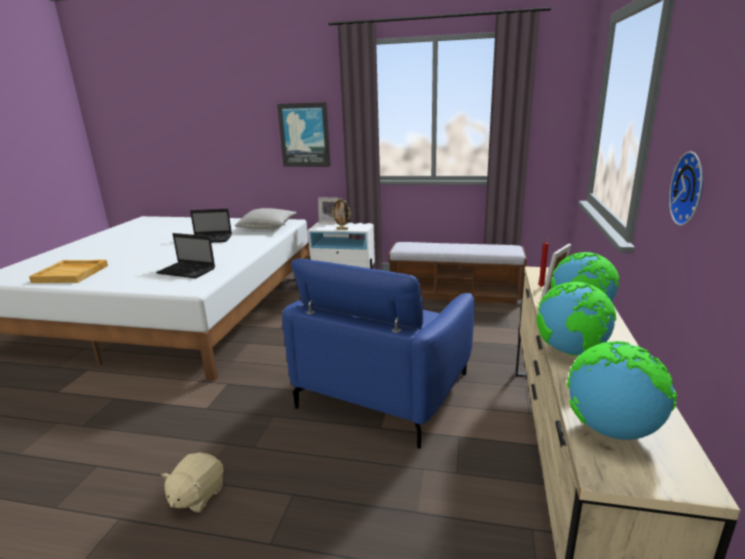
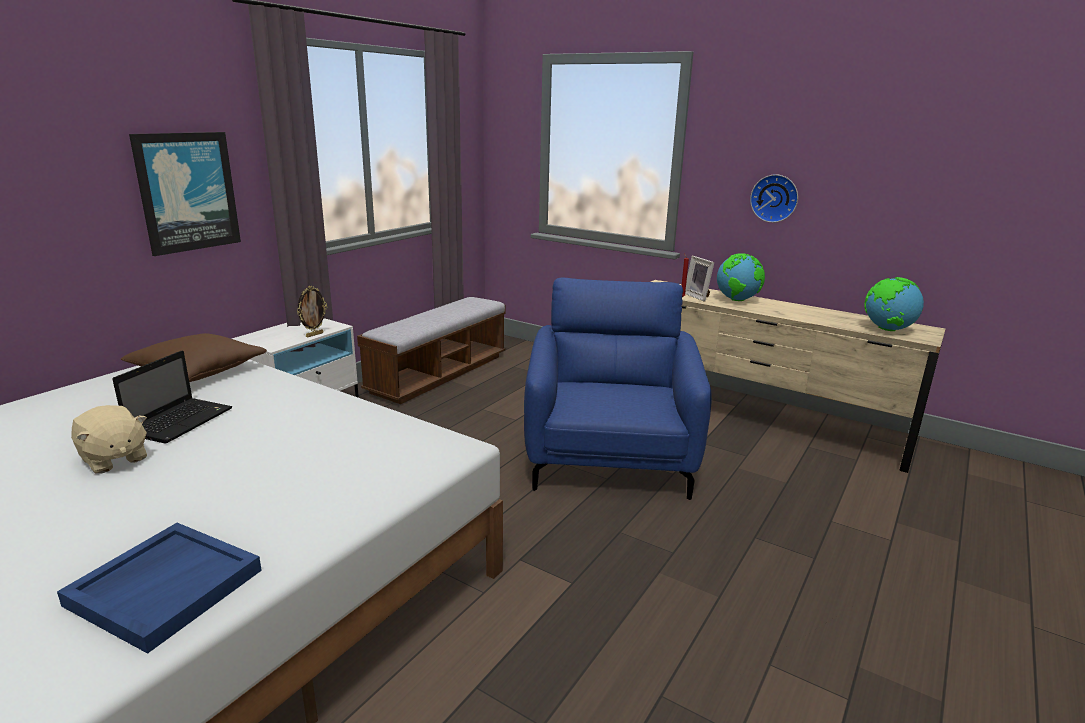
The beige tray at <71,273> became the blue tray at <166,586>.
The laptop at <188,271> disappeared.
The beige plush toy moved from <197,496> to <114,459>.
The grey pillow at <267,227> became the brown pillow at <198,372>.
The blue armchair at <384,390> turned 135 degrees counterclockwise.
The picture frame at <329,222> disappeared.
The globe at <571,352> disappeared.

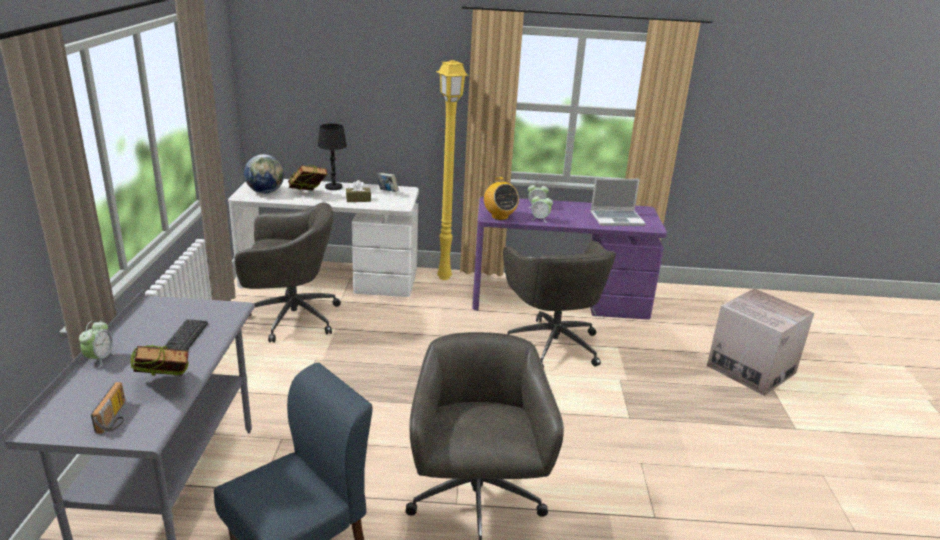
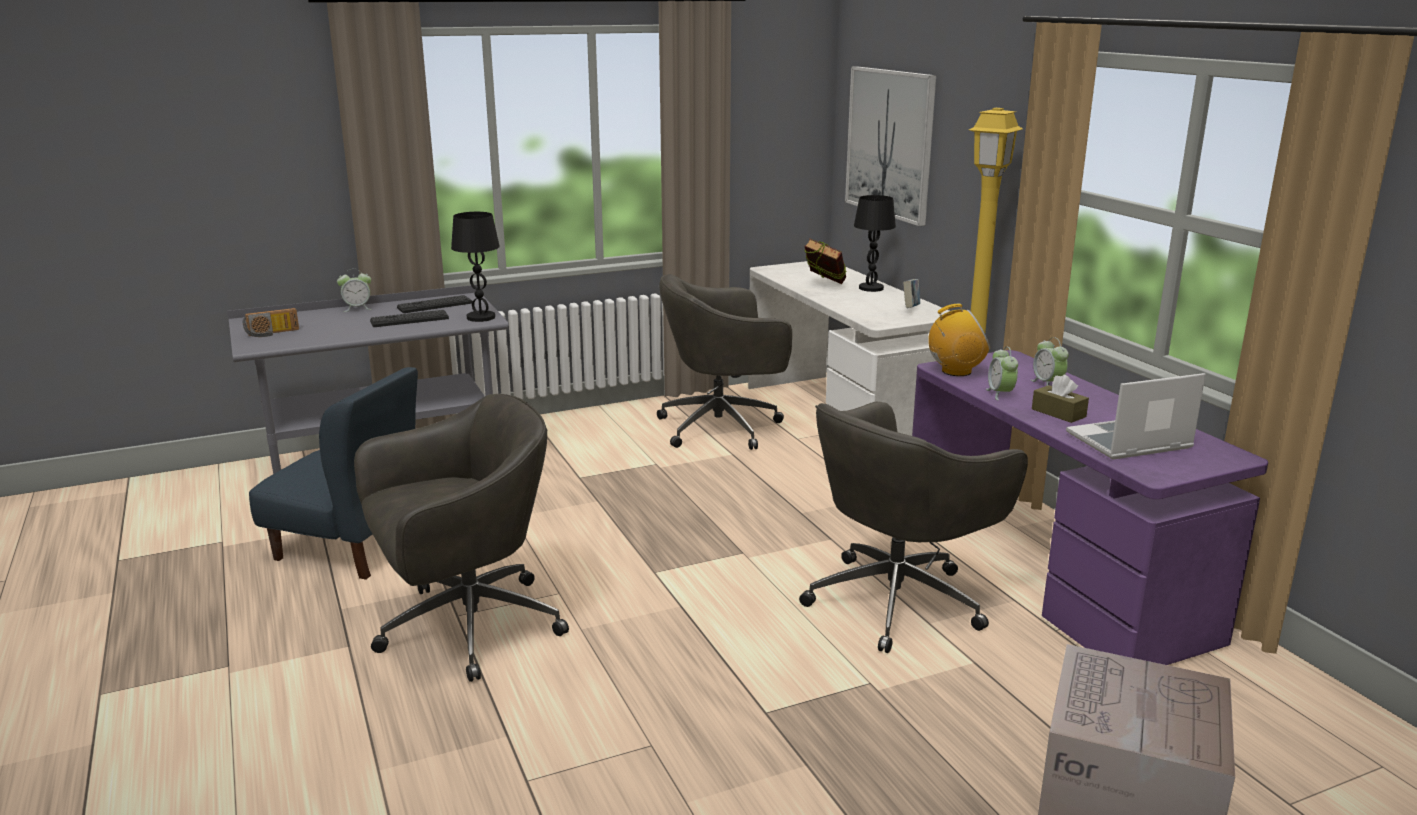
The book at <164,387> disappeared.
The grey office chair at <290,318> turned 105 degrees clockwise.
The globe at <265,192> disappeared.
The brown tissue box moved from <358,199> to <1058,413>.
The radio at <499,216> turned 135 degrees counterclockwise.
The laptop at <617,219> turned 105 degrees clockwise.
The keyboard at <435,305> appeared.
The black table lamp at <480,317> appeared.
The picture at <890,143> appeared.

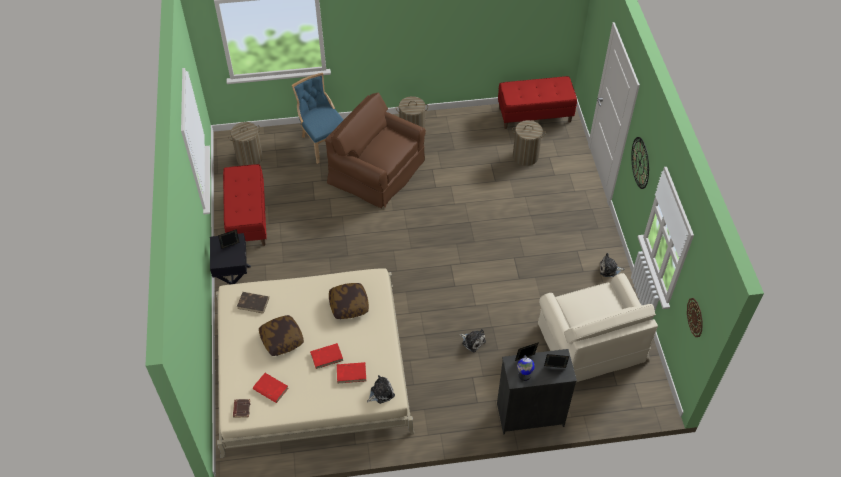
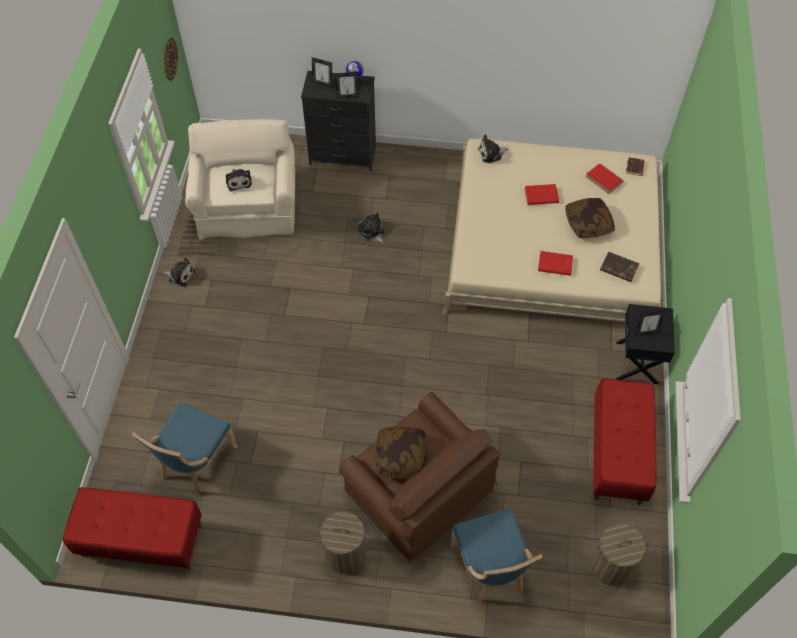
The pillow moved from <349,305> to <401,457>.
The red book moved from <351,373> to <554,265>.
The laundry basket at <525,156> was replaced by the blue chair at <195,463>.
The wall clock at <640,162> disappeared.
The plush toy at <238,181> appeared.

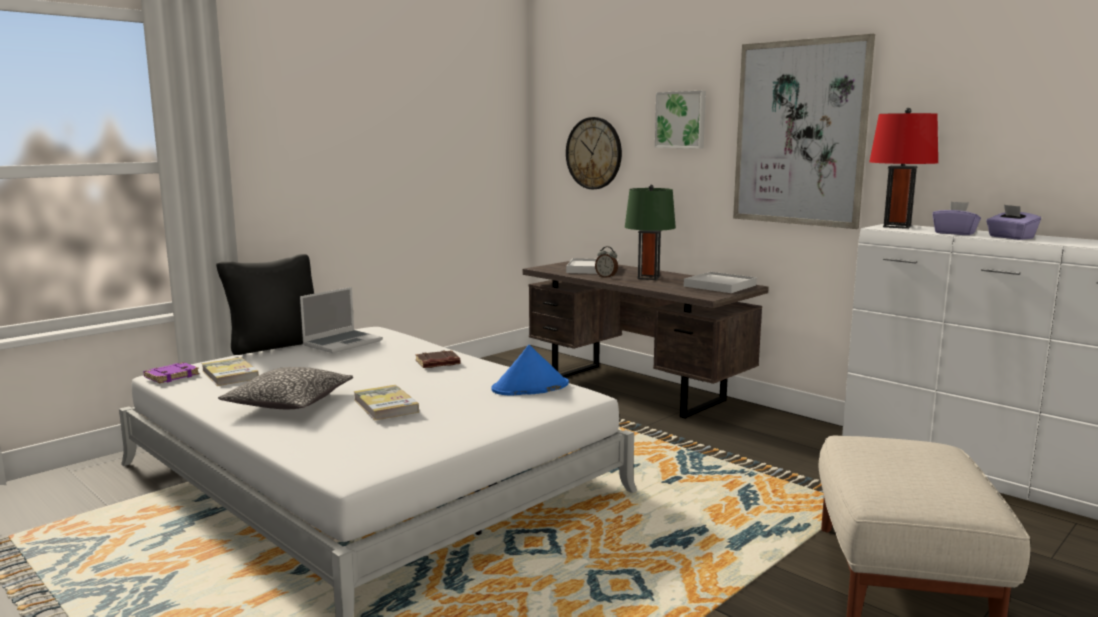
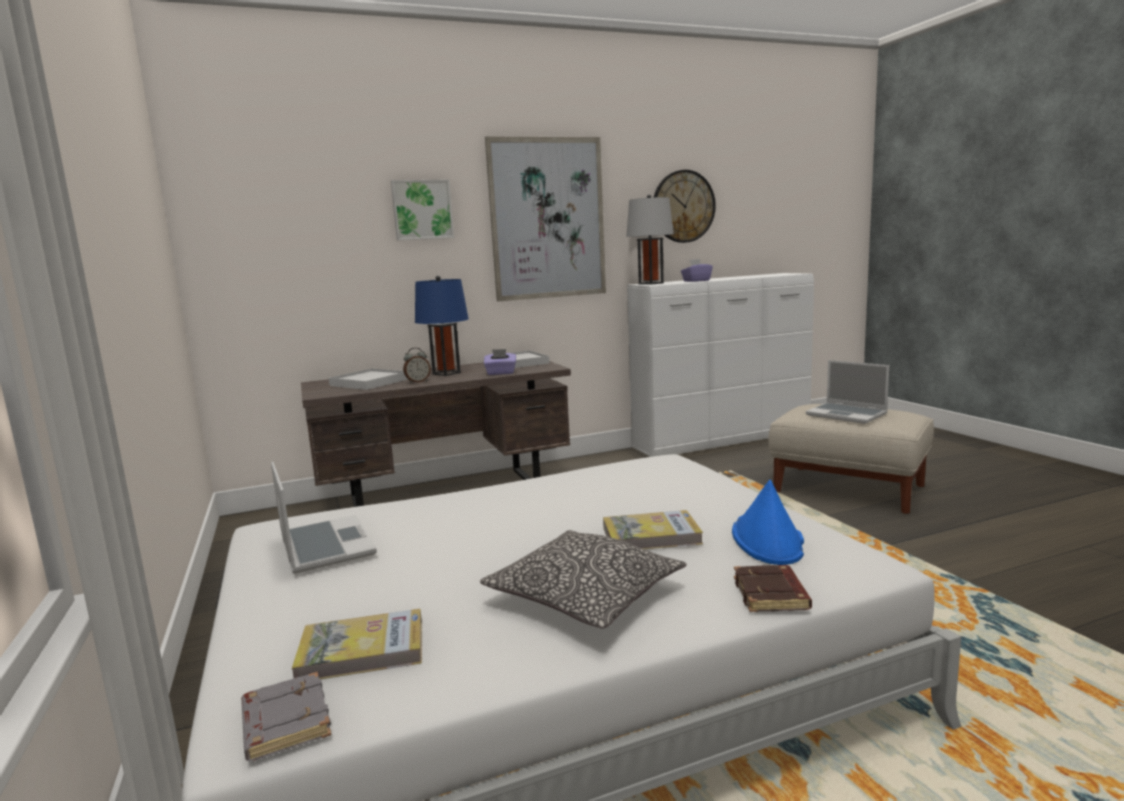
The purple book at <171,376> became the grey book at <284,722>.
The black pillow at <276,345> disappeared.
The brown book moved from <437,363> to <772,595>.
The blue hat moved from <530,387> to <767,540>.
The wall clock moved from <594,153> to <683,206>.
The green table lamp at <648,278> became the blue table lamp at <446,373>.
The red table lamp at <897,226> became the grey table lamp at <651,283>.
The purple tissue box moved from <1010,237> to <501,373>.
The laptop at <847,415> appeared.

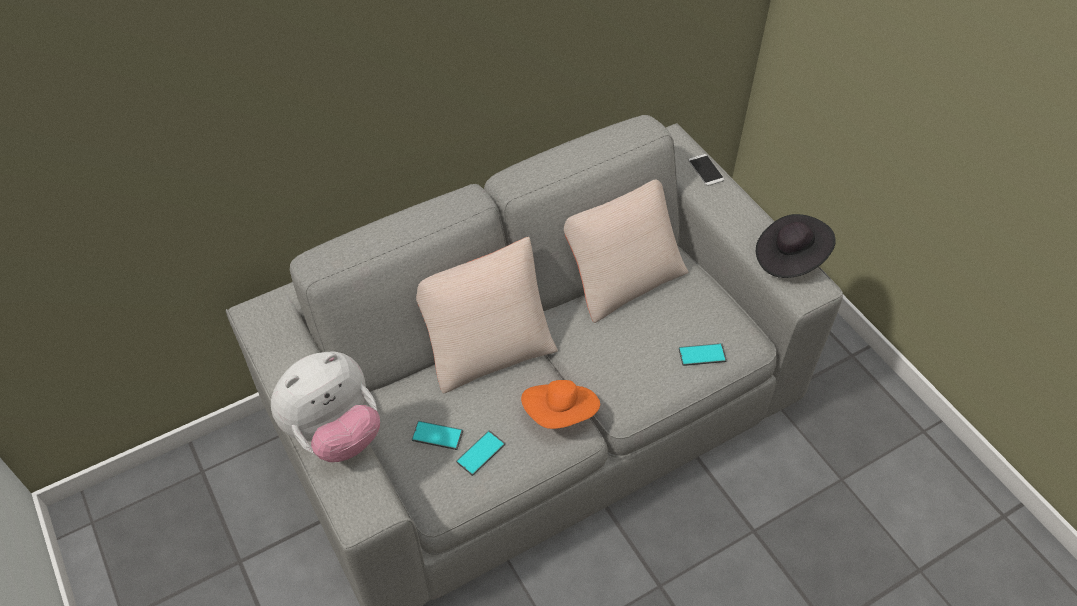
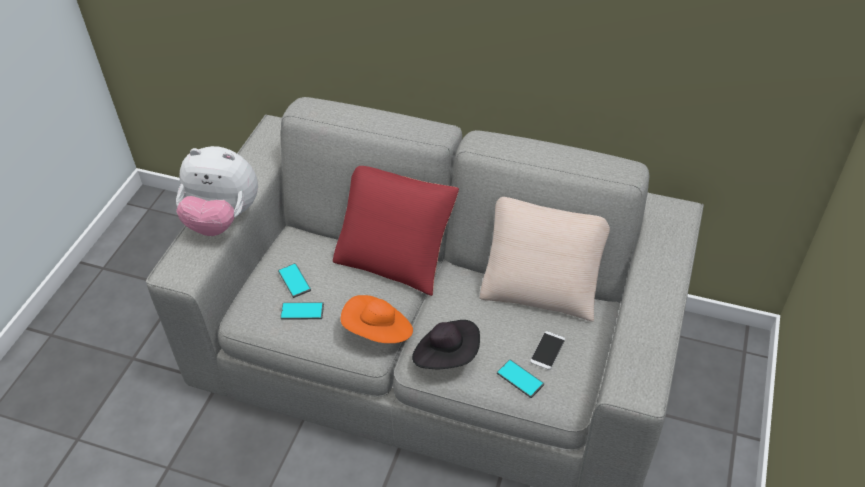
The beige pillow at <487,345> became the red pillow at <395,257>.
The phone moved from <705,170> to <547,350>.
The black hat moved from <790,258> to <447,356>.

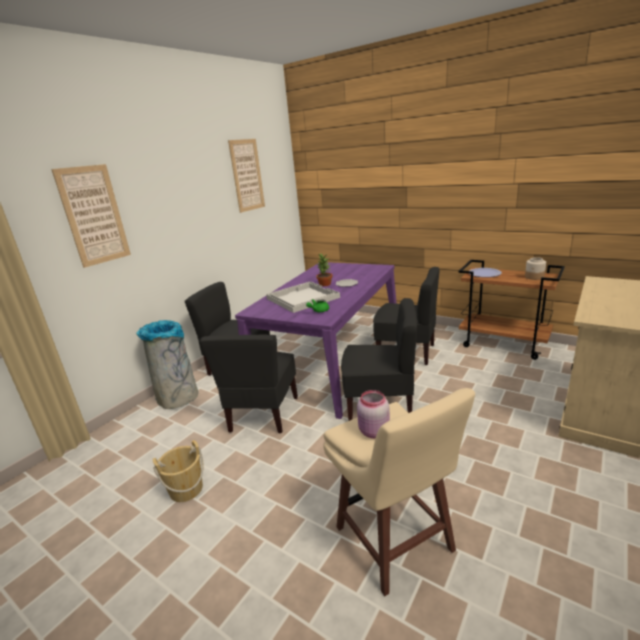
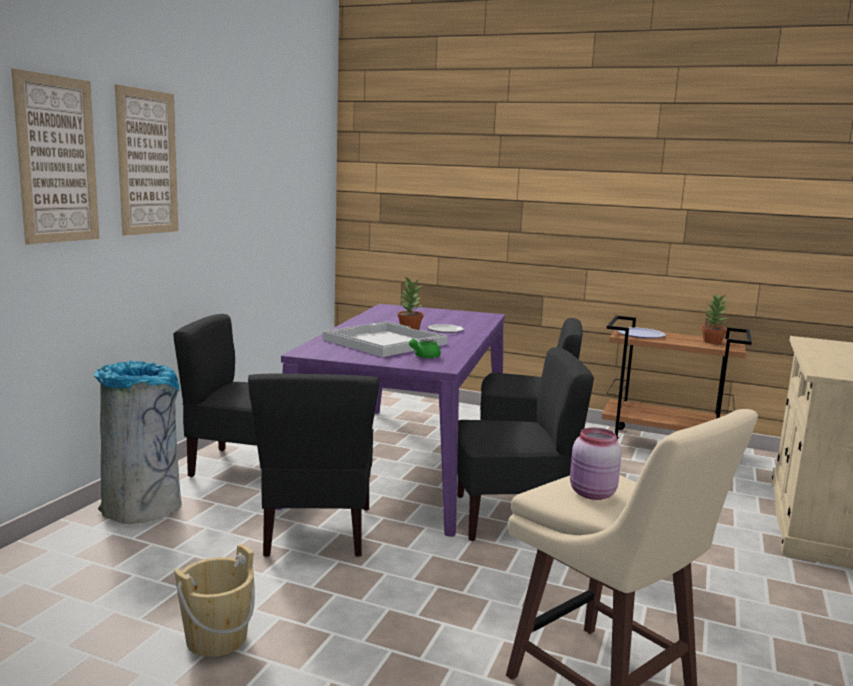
The picture moved from <247,175> to <147,162>.
The jar at <534,277> was replaced by the potted plant at <712,342>.

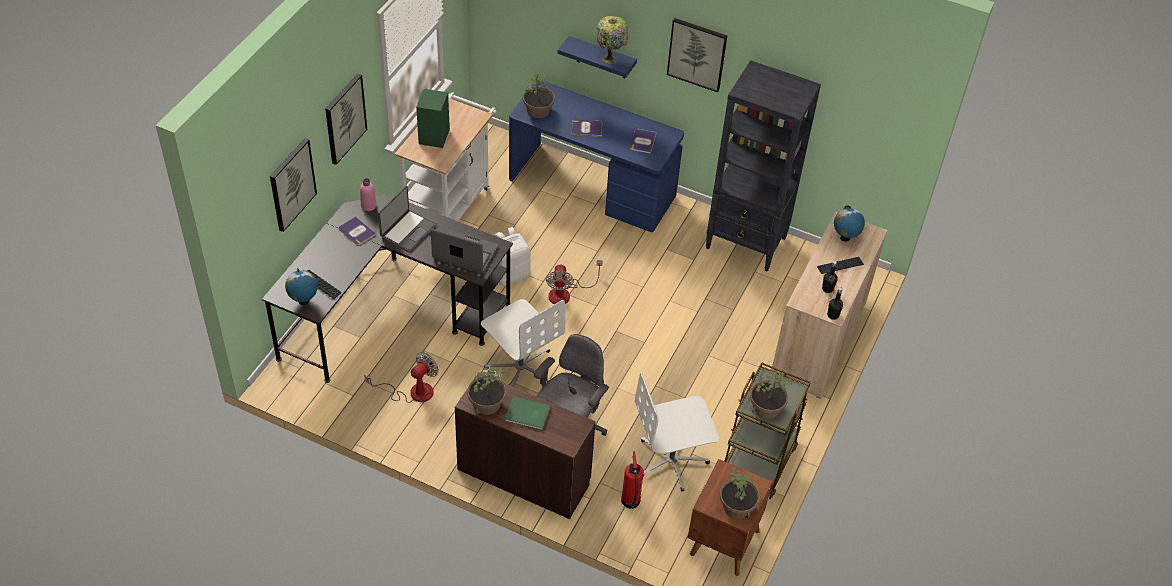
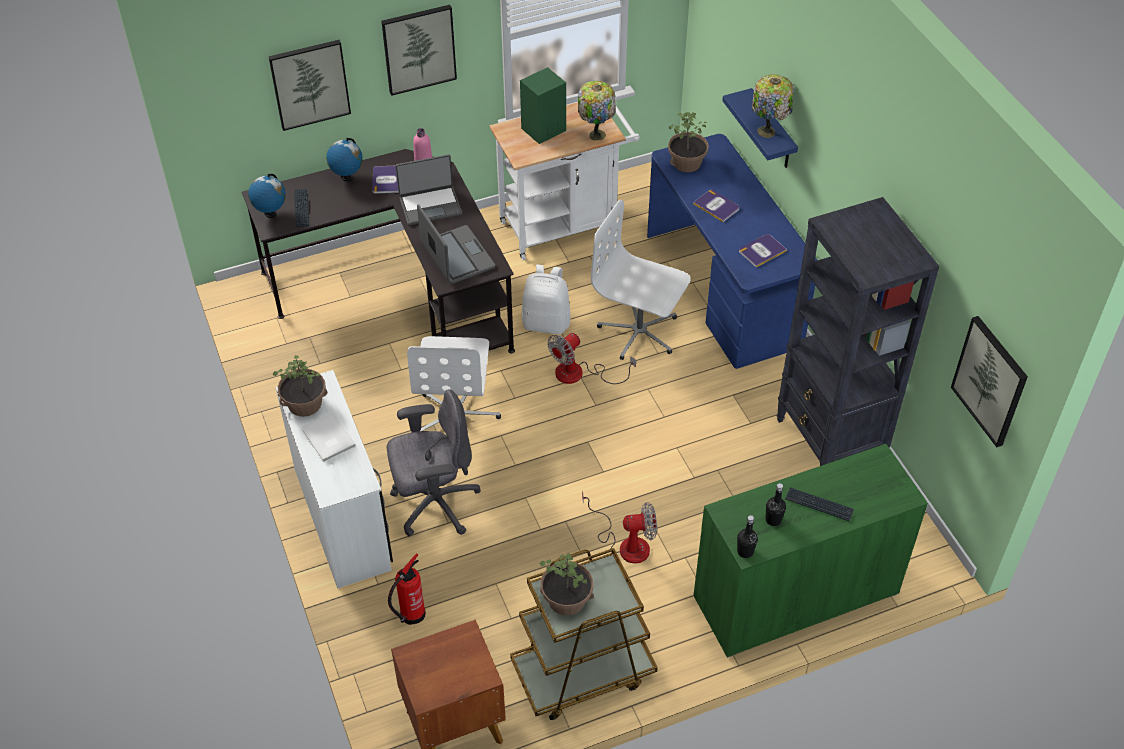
The fan moved from <412,392> to <626,543>.
The brown desk at <523,475> became the white desk at <344,517>.
The green book at <528,415> became the white book at <327,439>.
The white office chair moved from <671,461> to <639,332>.
The picture moved from <697,54> to <990,381>.
The potted plant at <737,506> disappeared.
The beige cabinet at <818,341> became the green cabinet at <795,595>.
The globe moved from <845,238> to <347,178>.
The table lamp at <596,134> appeared.

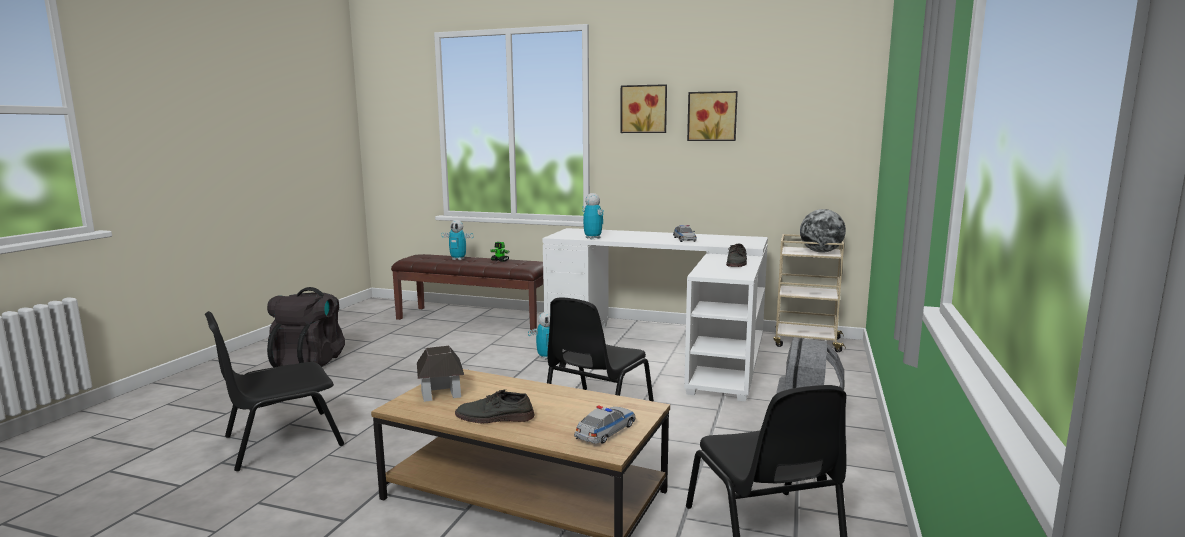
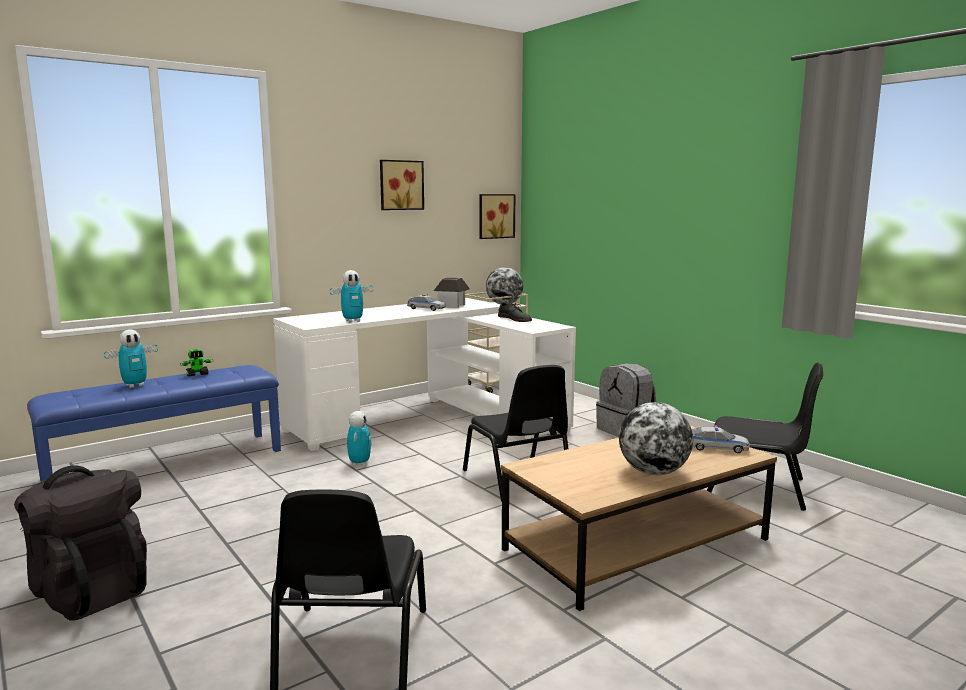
The brown bench at <474,319> became the blue bench at <167,464>.
The toy house moved from <441,393> to <452,305>.
The grey shoe at <494,417> was replaced by the globe at <653,472>.
The toy car at <605,431> turned 120 degrees clockwise.
The toy robot at <592,238> turned 150 degrees clockwise.
The picture moved from <644,109> to <495,216>.

